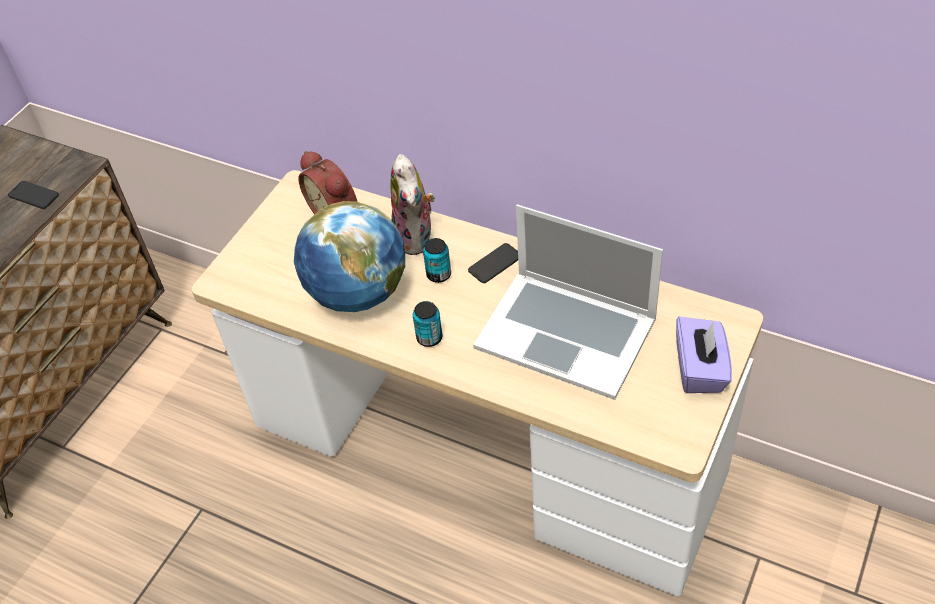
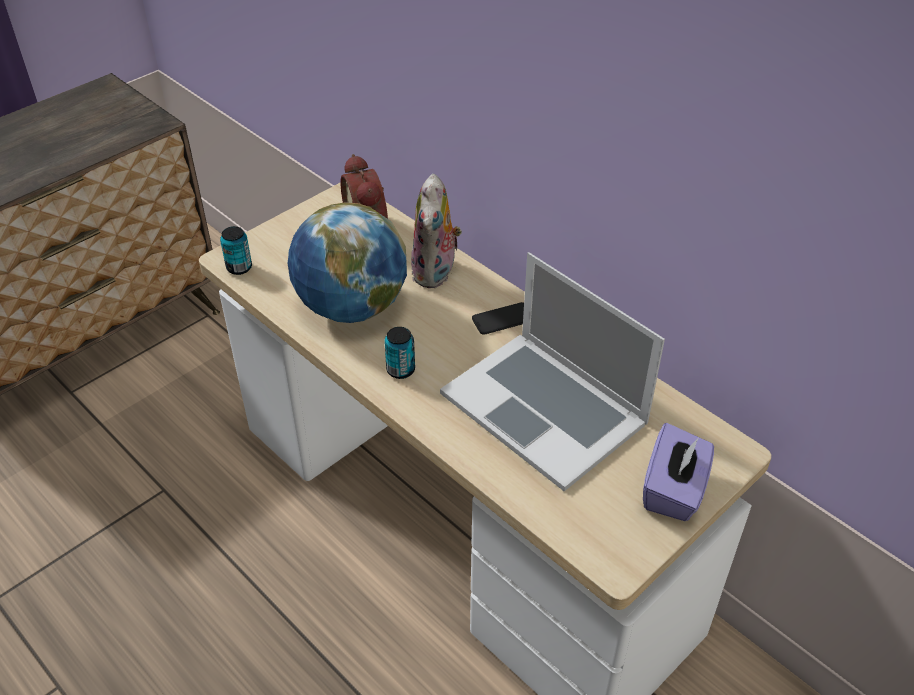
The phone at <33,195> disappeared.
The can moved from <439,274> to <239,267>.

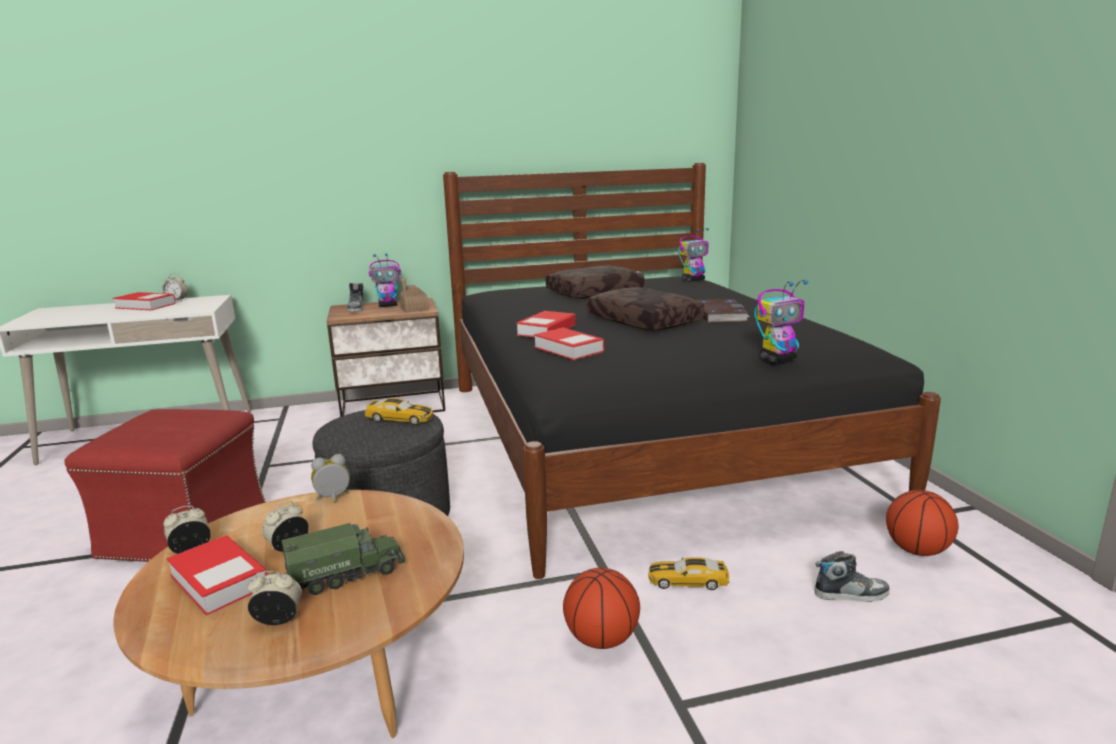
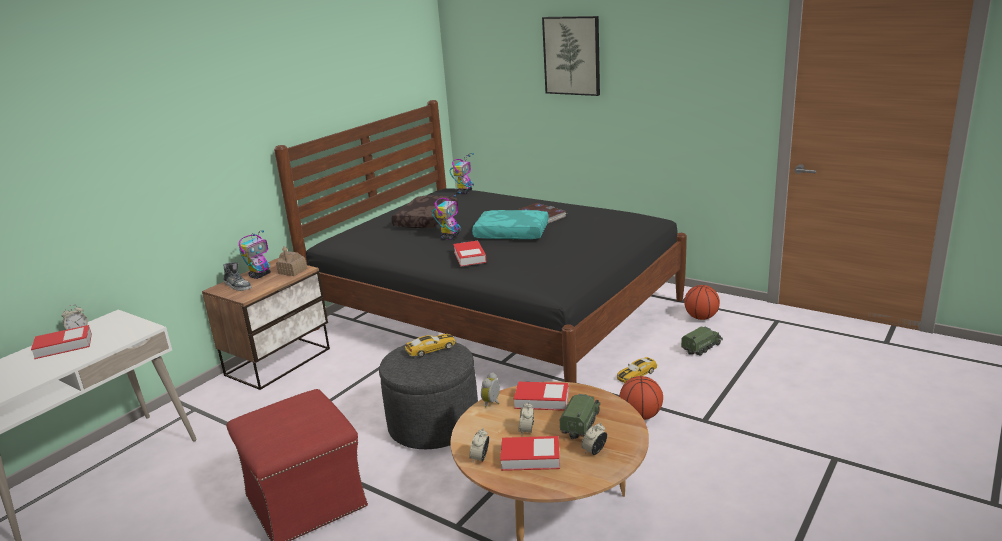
The book moved from <568,349> to <542,400>.
The brown pillow at <641,321> became the turquoise pillow at <510,234>.
The toy robot moved from <778,359> to <450,237>.
The shoe at <851,593> was replaced by the toy truck at <702,347>.
The picture at <572,55> appeared.

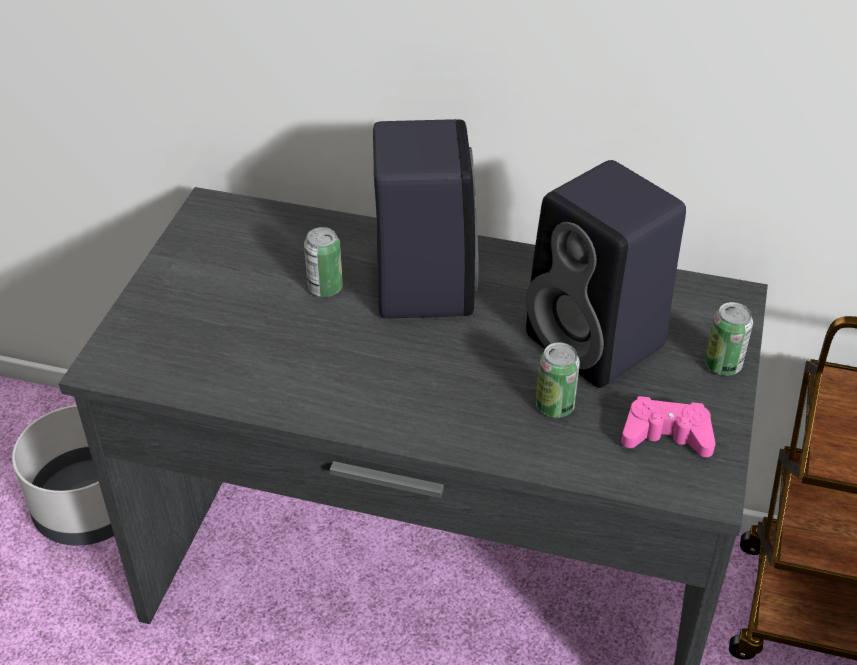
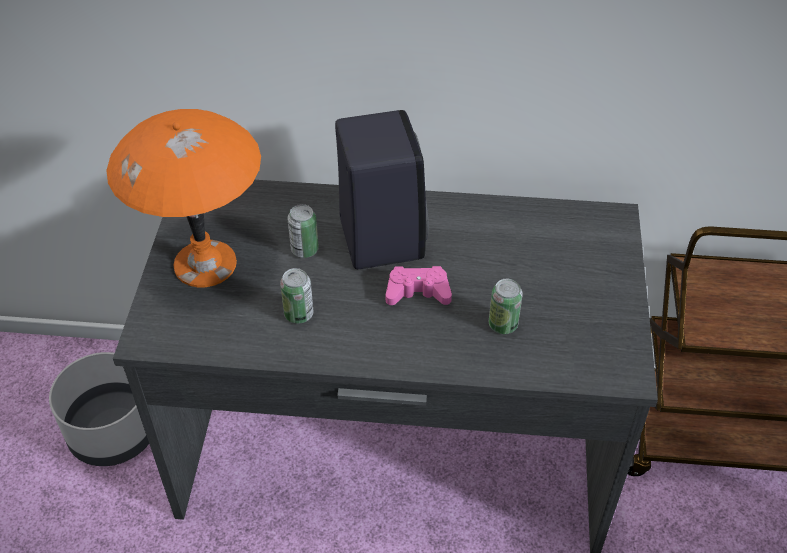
The black speaker at <599,343> disappeared.
The pink game controller moved from <666,435> to <418,292>.
The can moved from <722,365> to <298,314>.
The orange table lamp at <205,265> appeared.

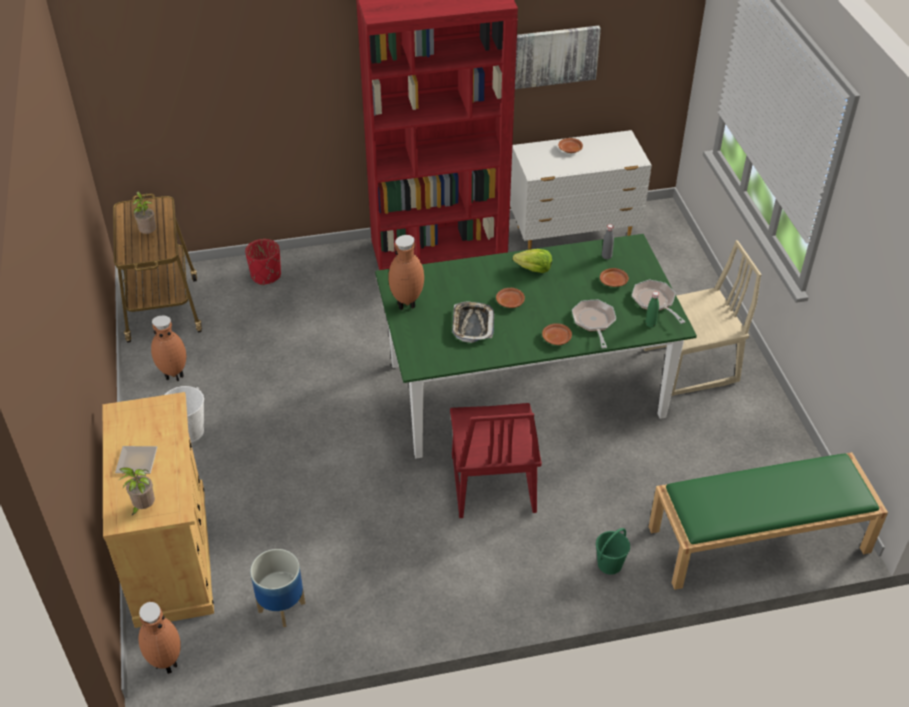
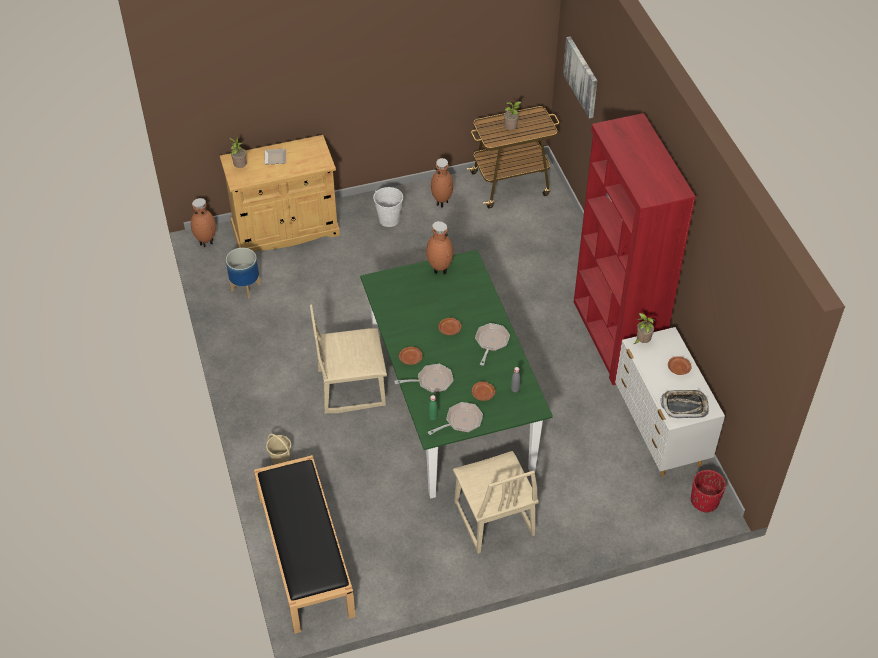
The red planter moved from <266,276> to <704,501>.
The red chair at <492,485> became the beige chair at <351,387>.
The tray moved from <472,325> to <684,406>.
The lettuce at <533,269> was replaced by the frying pan at <491,342>.
The picture moved from <553,56> to <581,76>.
The green bucket at <609,564> became the beige bucket at <280,459>.
The green bench at <757,540> became the black bench at <304,554>.
The potted plant at <642,341> appeared.

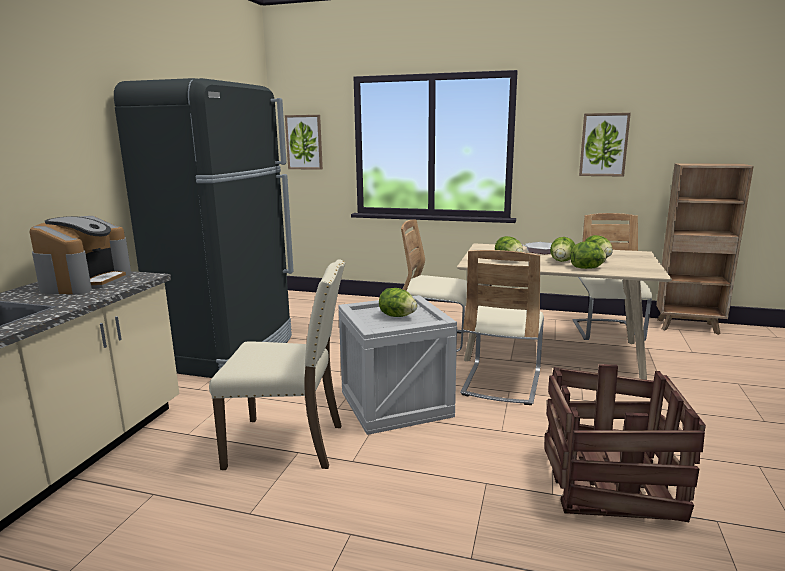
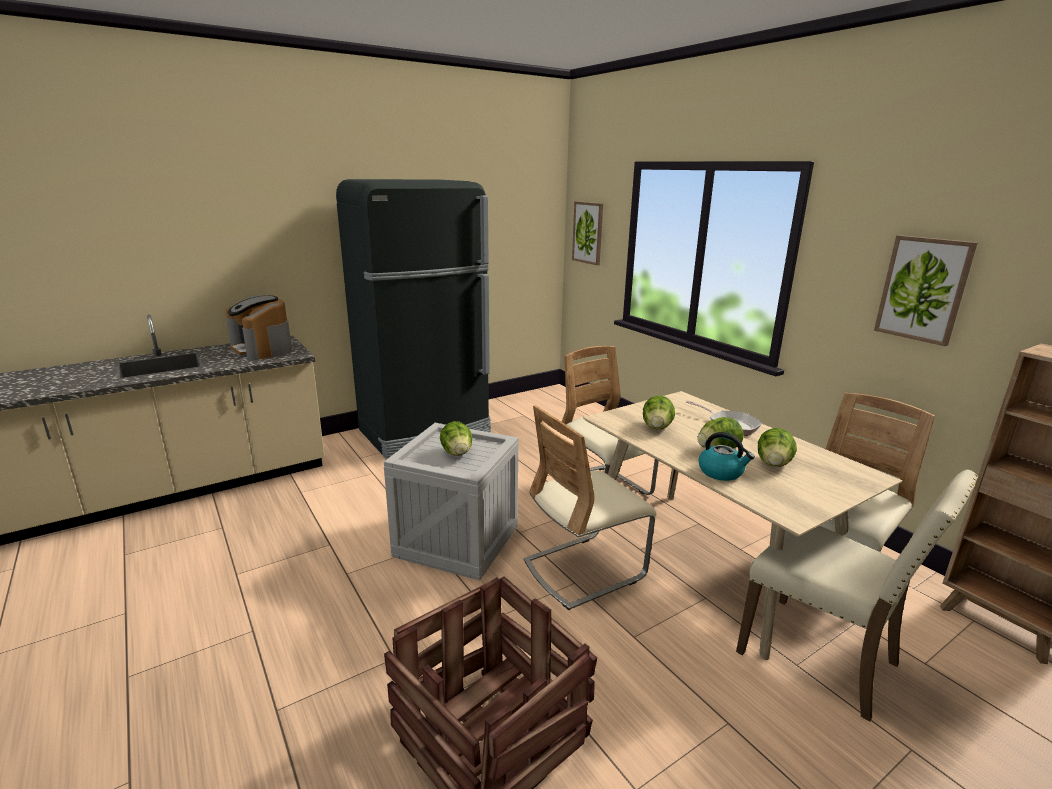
The coffee machine at <86,281> turned 90 degrees clockwise.
The beige chair moved from <289,444> to <822,657>.
The lettuce at <587,268> was replaced by the kettle at <721,472>.

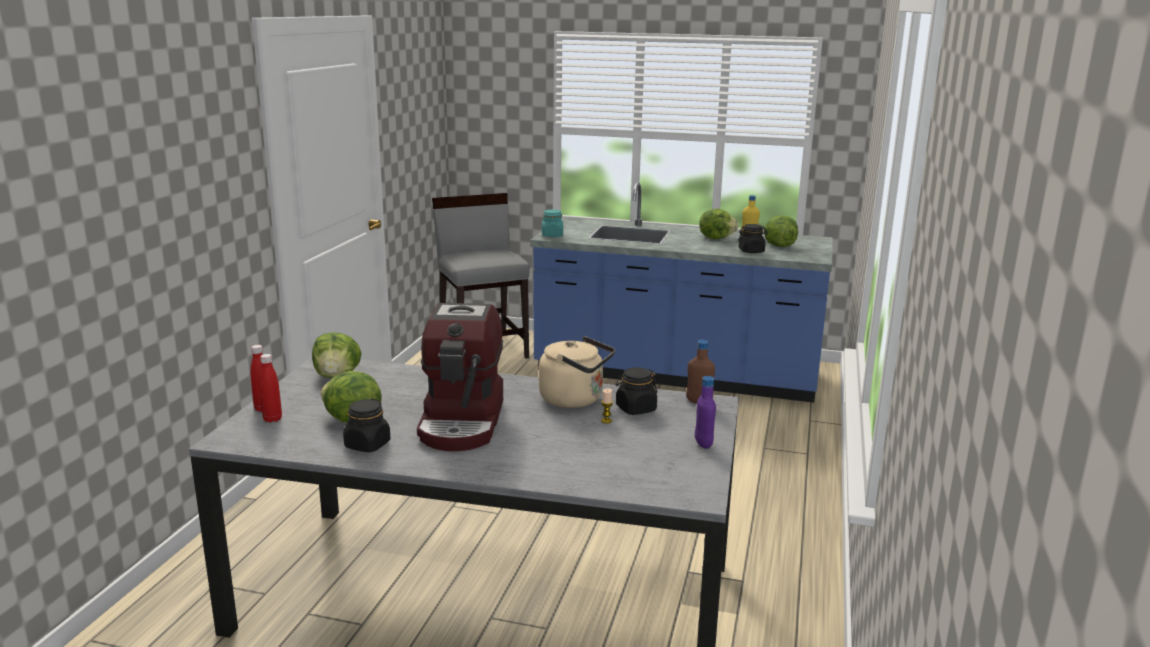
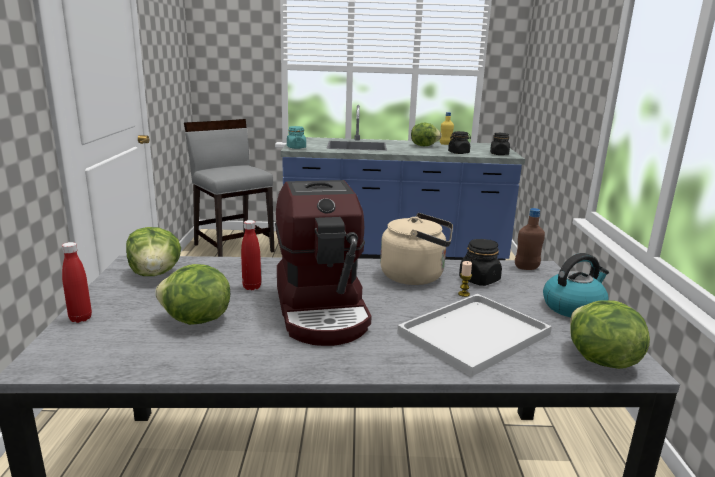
The red bottle moved from <272,419> to <252,287>.
The black jar moved from <367,445> to <499,154>.
The purple bottle at <703,444> was replaced by the kettle at <573,307>.
The lettuce moved from <778,246> to <599,360>.
The white tray at <474,332> appeared.

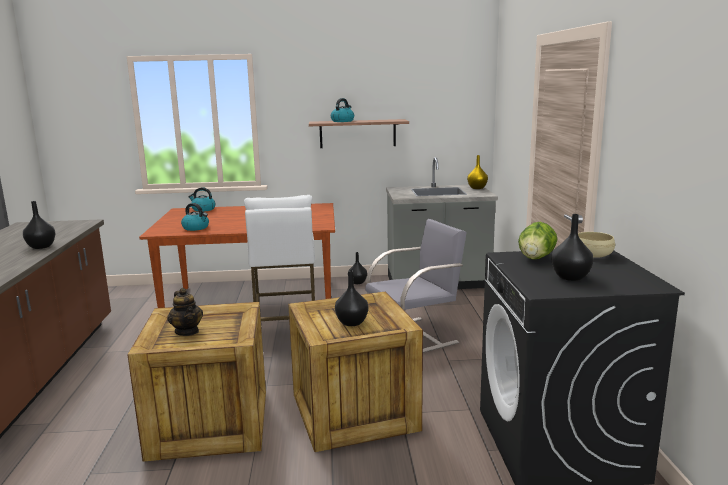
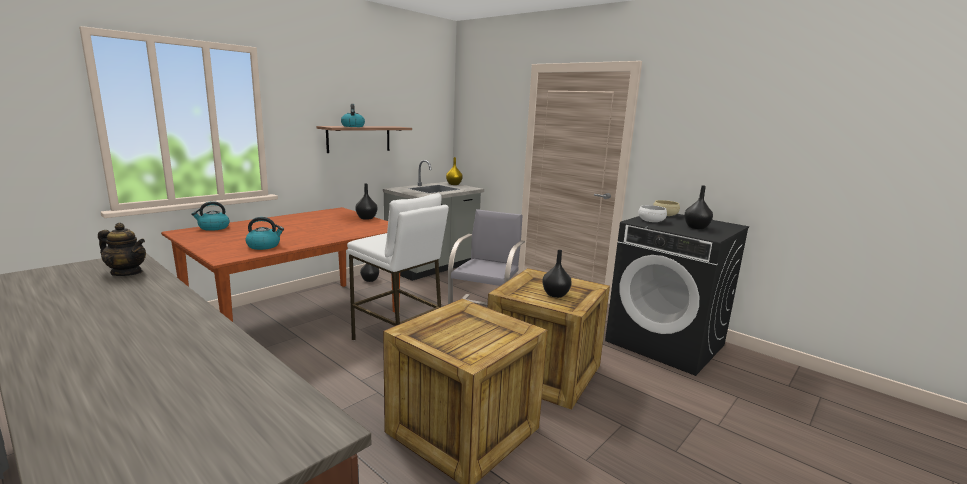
The black vase moved from <42,246> to <367,218>.
The teapot moved from <187,331> to <127,273>.
The lettuce at <536,258> was replaced by the white bowl at <651,220>.

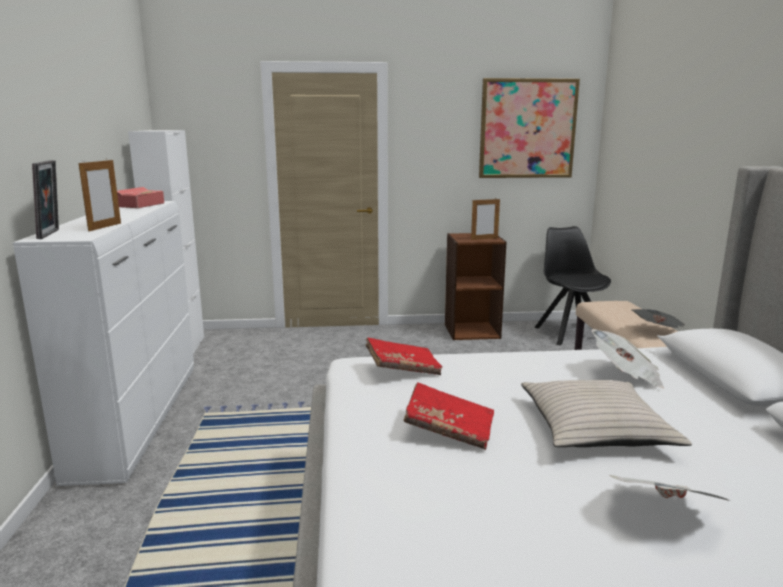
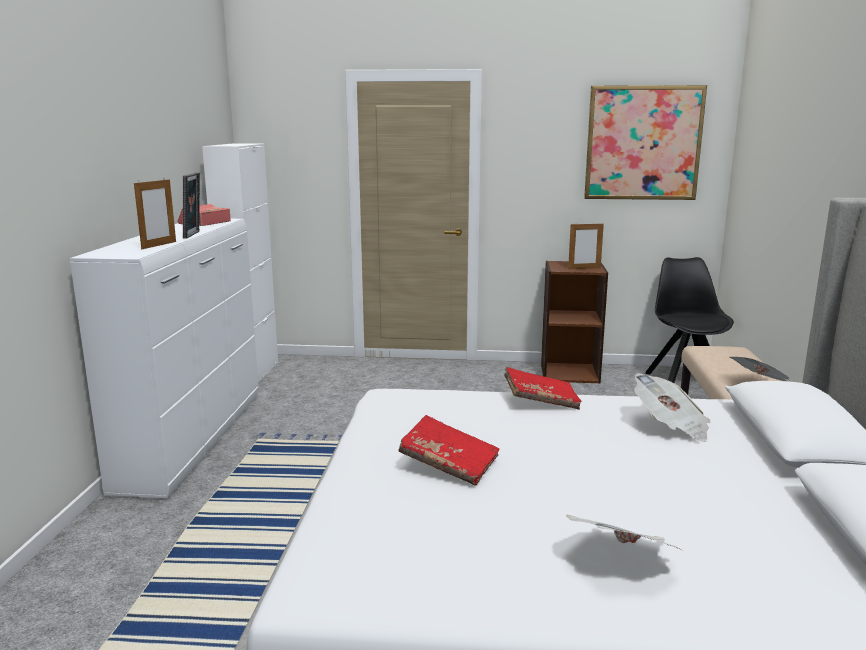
The picture frame moved from <52,234> to <194,235>.
The red book moved from <403,368> to <541,401>.
The beige pillow at <595,428> disappeared.

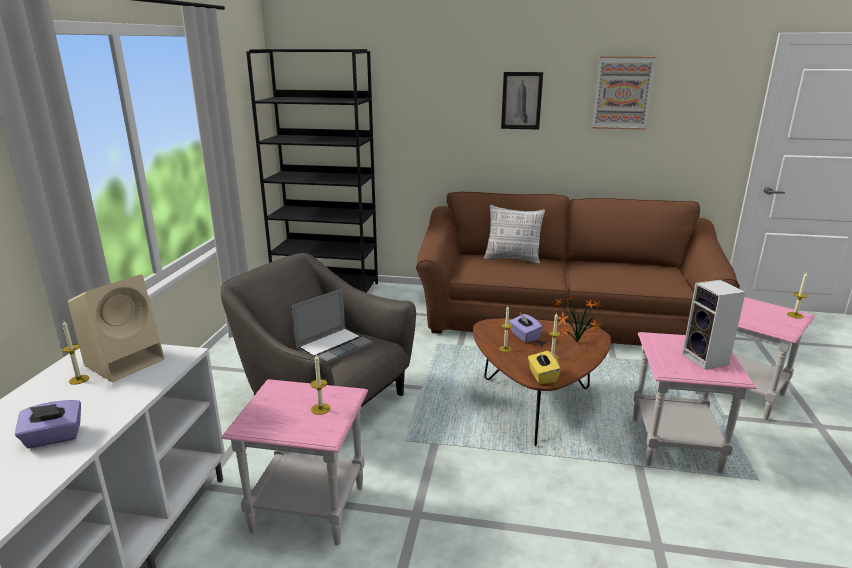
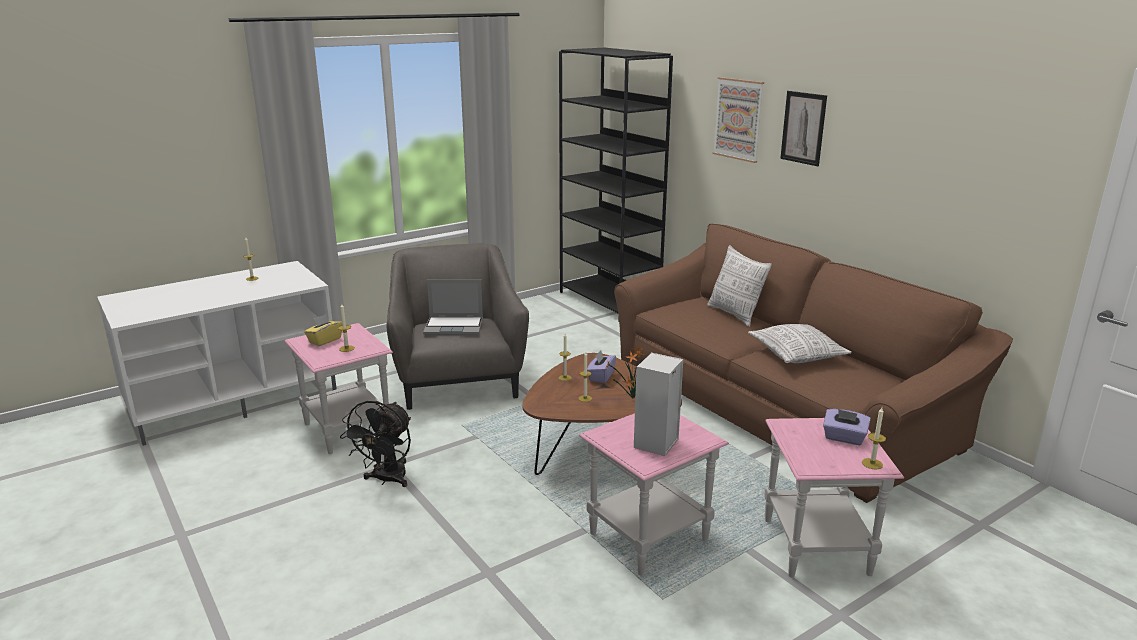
The purple tissue box moved from <54,437> to <844,438>.
The beige speaker at <126,361> disappeared.
The yellow tissue box moved from <542,376> to <324,340>.
The picture moved from <622,93> to <738,119>.
The black fan at <387,480> appeared.
The pillow at <797,355> appeared.

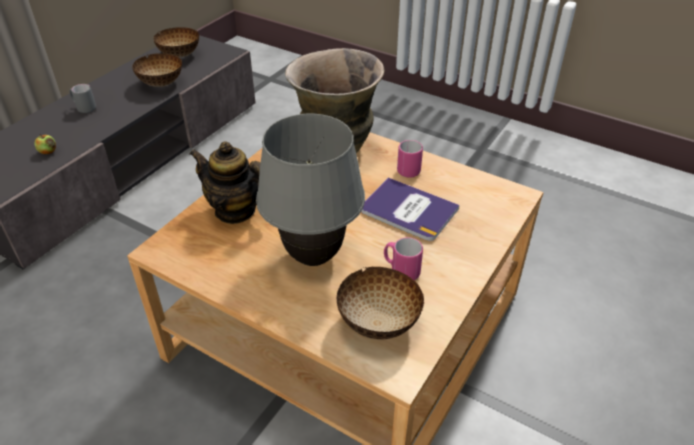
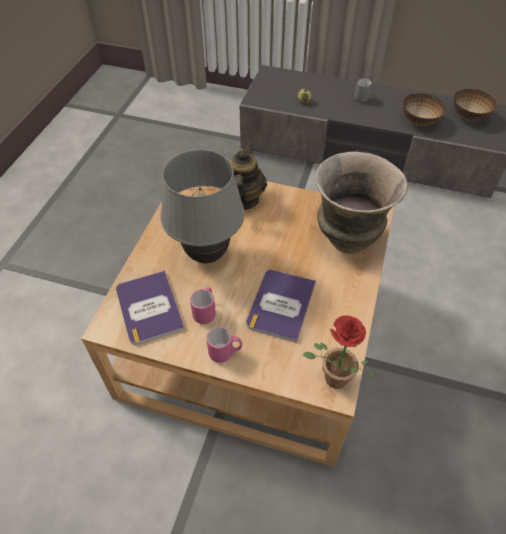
The bowl at <379,323> was replaced by the book at <149,308>.
The pink mug moved from <409,168> to <225,352>.
The potted plant at <332,380> appeared.

